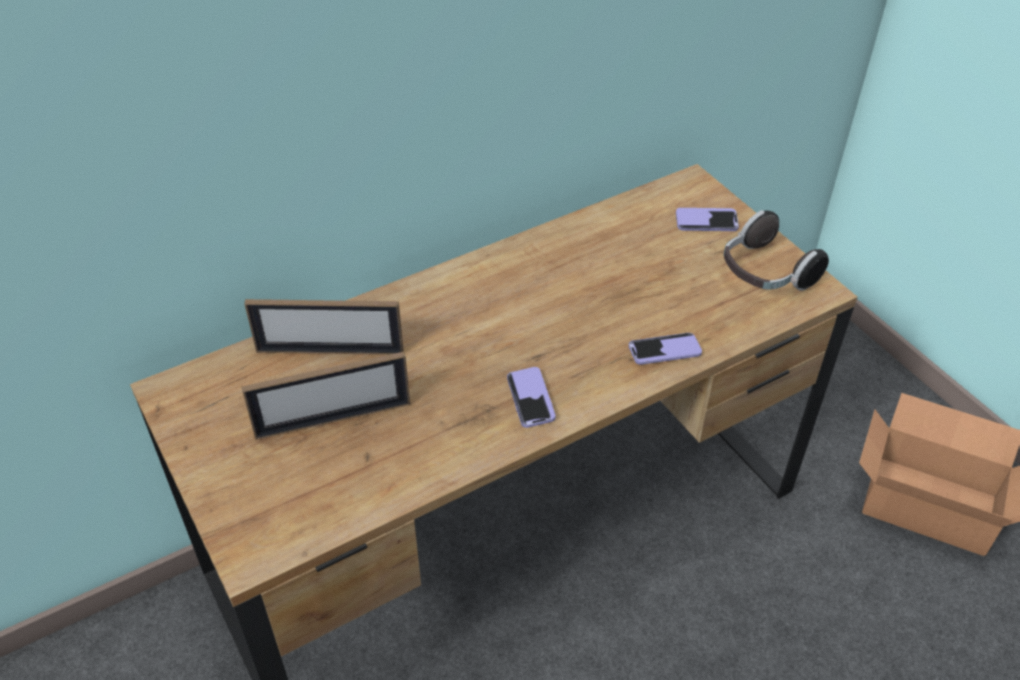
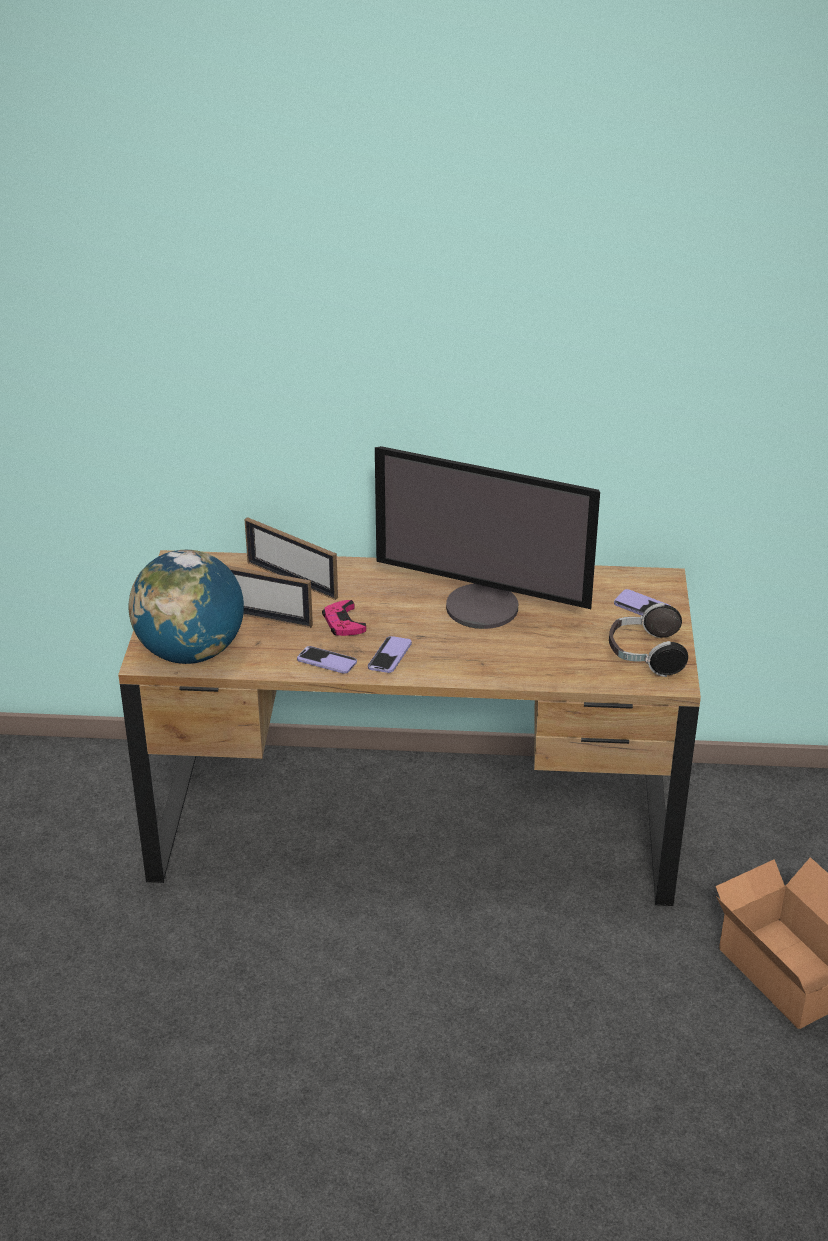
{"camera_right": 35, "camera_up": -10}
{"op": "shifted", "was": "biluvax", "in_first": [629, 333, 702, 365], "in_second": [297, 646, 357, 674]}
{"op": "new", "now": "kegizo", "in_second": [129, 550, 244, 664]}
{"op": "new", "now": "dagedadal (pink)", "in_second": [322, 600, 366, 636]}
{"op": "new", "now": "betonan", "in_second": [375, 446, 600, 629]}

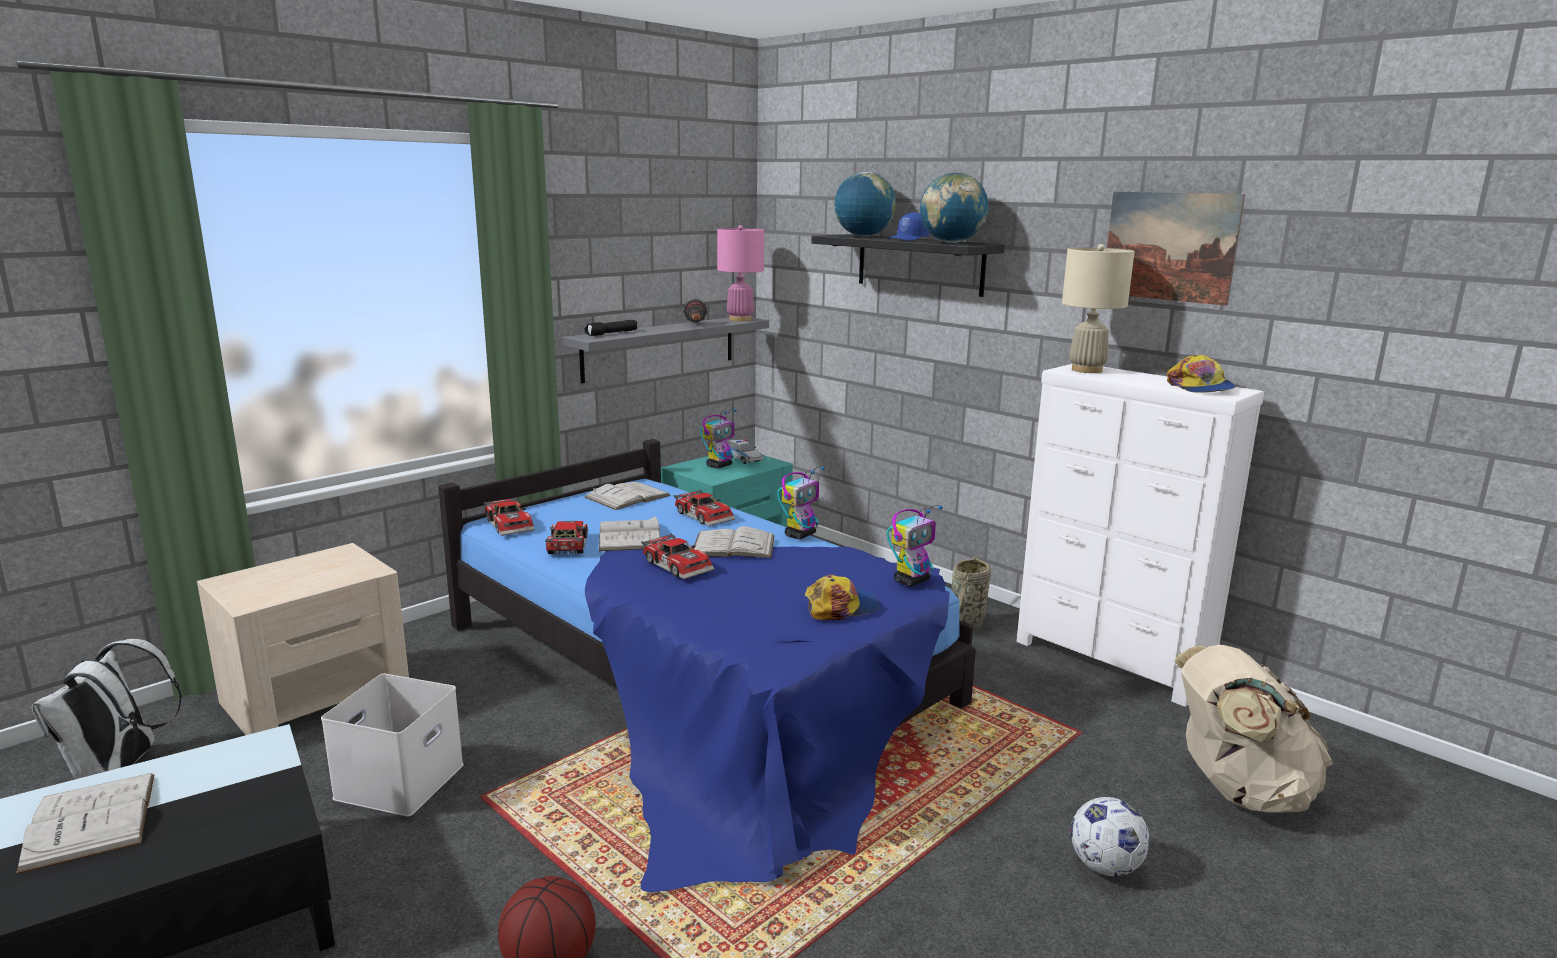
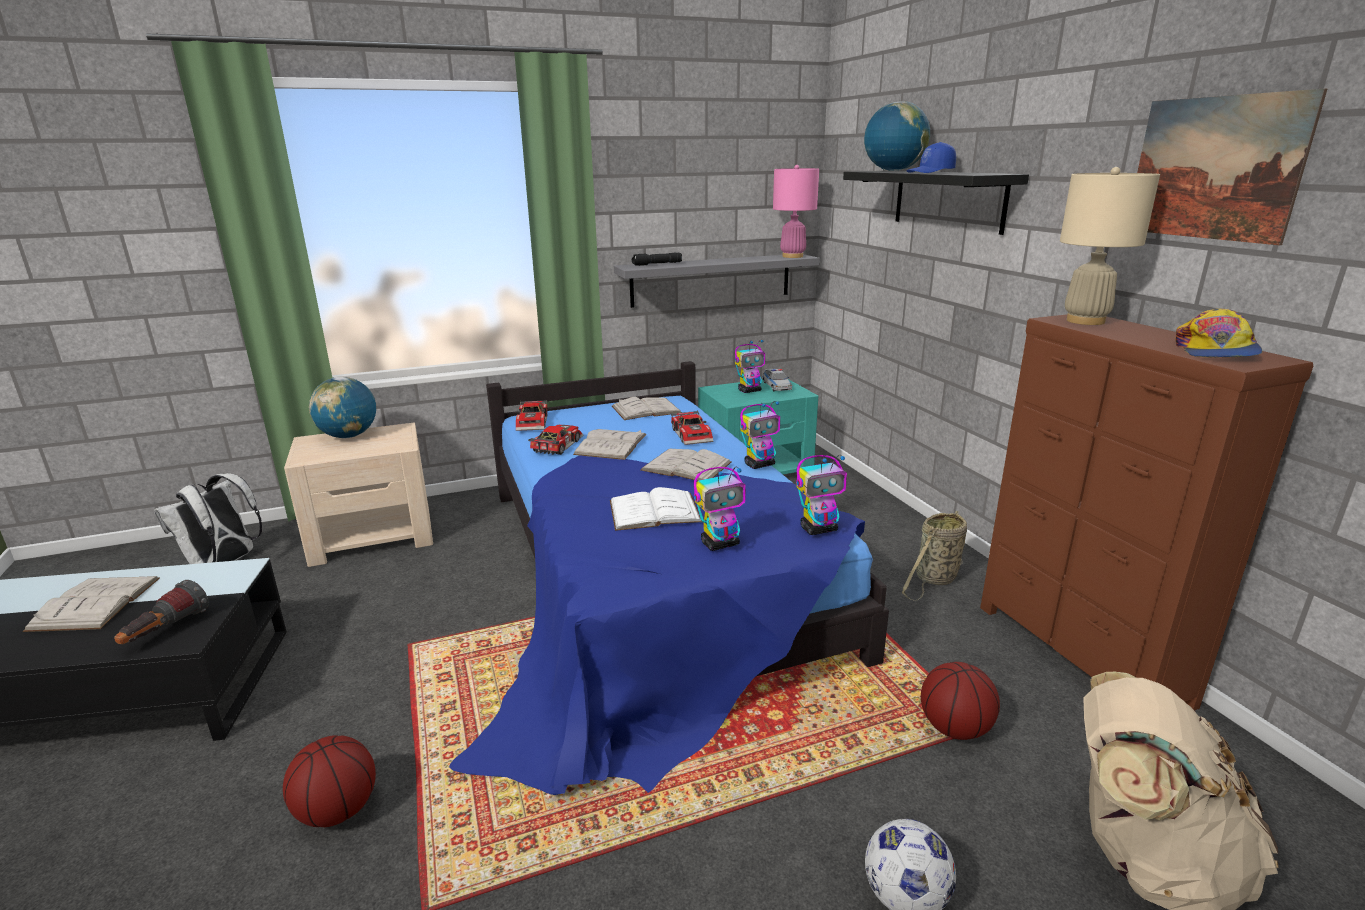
{"camera_right": 25, "camera_up": 5}
{"op": "gone", "was": "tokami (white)", "in_first": [321, 674, 464, 817]}
{"op": "gone", "was": "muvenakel", "in_first": [641, 533, 714, 579]}
{"op": "shifted", "was": "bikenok", "in_first": [683, 299, 708, 323], "in_second": [114, 580, 209, 644]}
{"op": "swapped", "was": "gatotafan", "now": "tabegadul", "in_first": [805, 574, 879, 620], "in_second": [694, 466, 746, 551]}
{"op": "shifted", "was": "kegizo", "in_first": [920, 172, 988, 243], "in_second": [309, 377, 376, 438]}
{"op": "repainted", "was": "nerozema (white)", "now": "nerozema (brown)", "in_first": [1016, 364, 1264, 707], "in_second": [980, 314, 1313, 711]}
{"op": "new", "now": "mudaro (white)", "in_second": [610, 487, 702, 531]}
{"op": "new", "now": "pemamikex", "in_second": [921, 662, 1000, 740]}

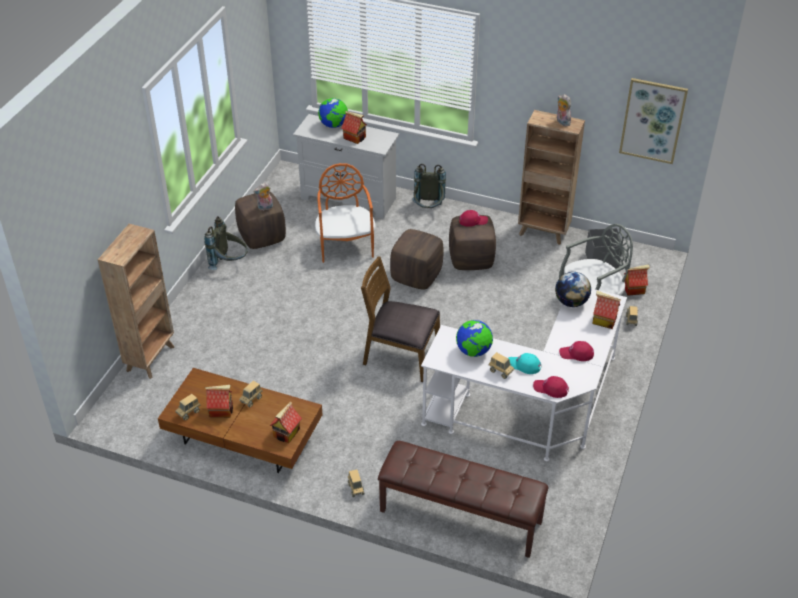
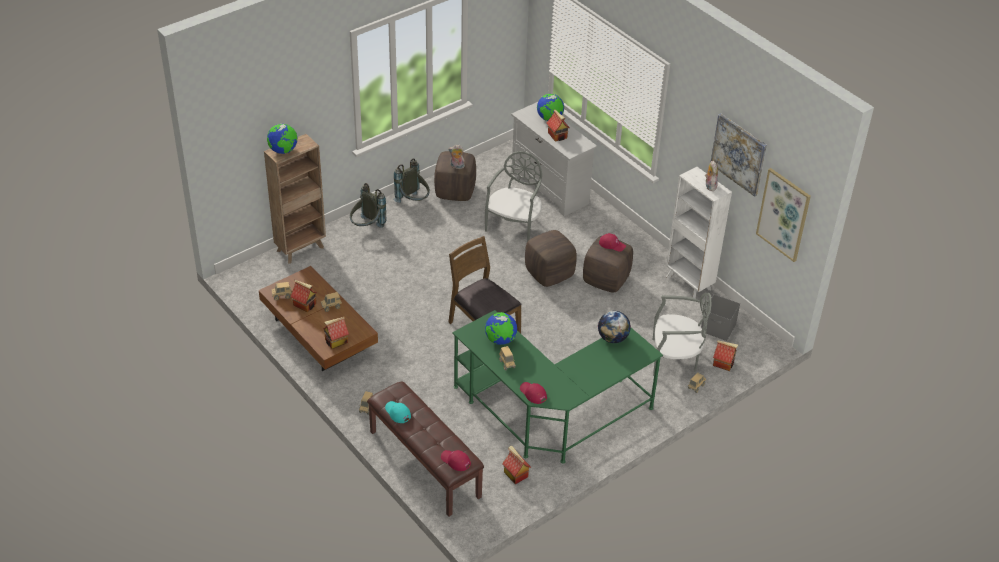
{"camera_right": 30, "camera_up": 0}
{"op": "repainted", "was": "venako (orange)", "now": "venako (grey)", "in_first": [315, 163, 376, 263], "in_second": [485, 151, 542, 242]}
{"op": "shifted", "was": "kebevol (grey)", "in_first": [412, 164, 446, 208], "in_second": [350, 183, 386, 228]}
{"op": "repainted", "was": "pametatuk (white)", "now": "pametatuk (green)", "in_first": [421, 289, 627, 461], "in_second": [452, 310, 663, 464]}
{"op": "shifted", "was": "gatotafan (turquoise)", "in_first": [508, 353, 542, 374], "in_second": [385, 401, 411, 423]}
{"op": "repainted", "was": "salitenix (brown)", "now": "salitenix (white)", "in_first": [518, 110, 585, 245], "in_second": [666, 167, 732, 299]}
{"op": "shifted", "was": "gatotafan (red)", "in_first": [559, 341, 594, 361], "in_second": [441, 450, 471, 471]}
{"op": "shifted", "was": "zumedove", "in_first": [593, 291, 621, 329], "in_second": [502, 446, 531, 484]}
{"op": "new", "now": "kegizo", "in_second": [267, 124, 298, 154]}
{"op": "new", "now": "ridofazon", "in_second": [711, 114, 767, 197]}

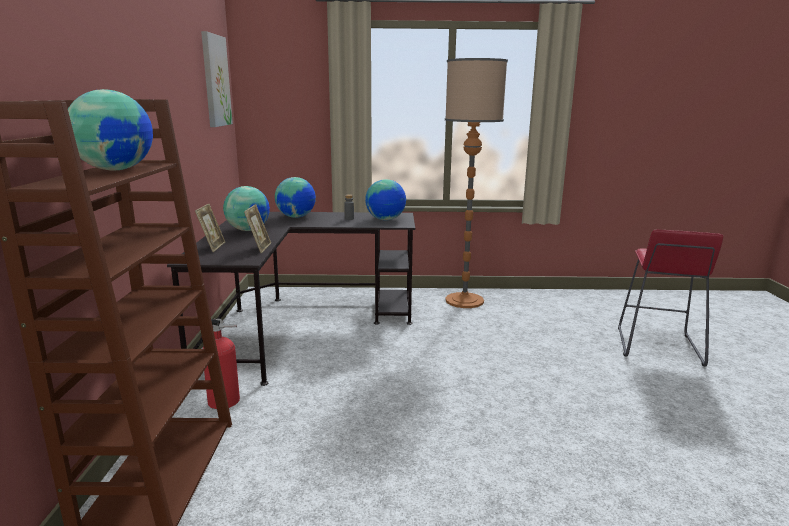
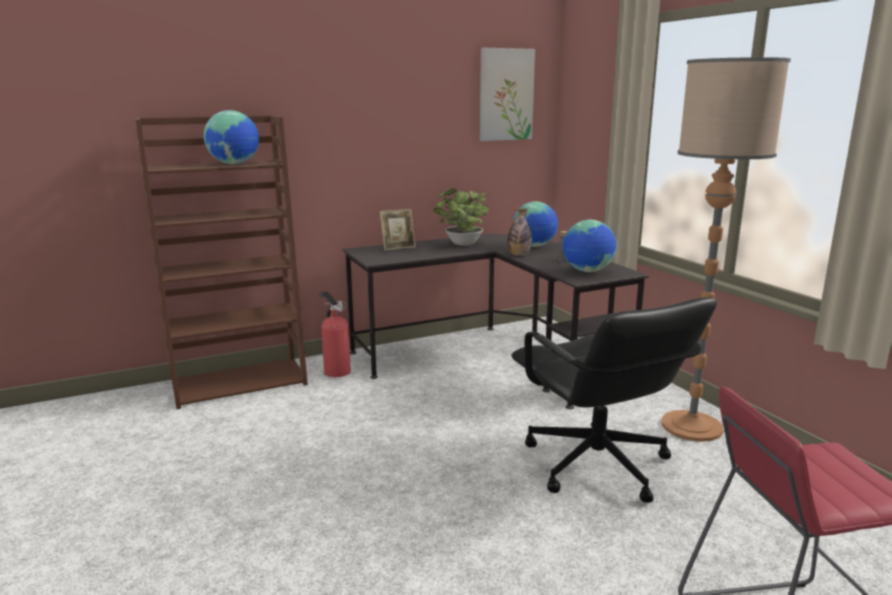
{"camera_right": 65, "camera_up": 0}
{"op": "swapped", "was": "kegizo", "now": "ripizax", "in_first": [223, 186, 270, 231], "in_second": [434, 188, 489, 246]}
{"op": "gone", "was": "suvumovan", "in_first": [244, 204, 271, 253]}
{"op": "new", "now": "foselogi", "in_second": [507, 208, 532, 256]}
{"op": "new", "now": "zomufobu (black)", "in_second": [512, 297, 717, 503]}

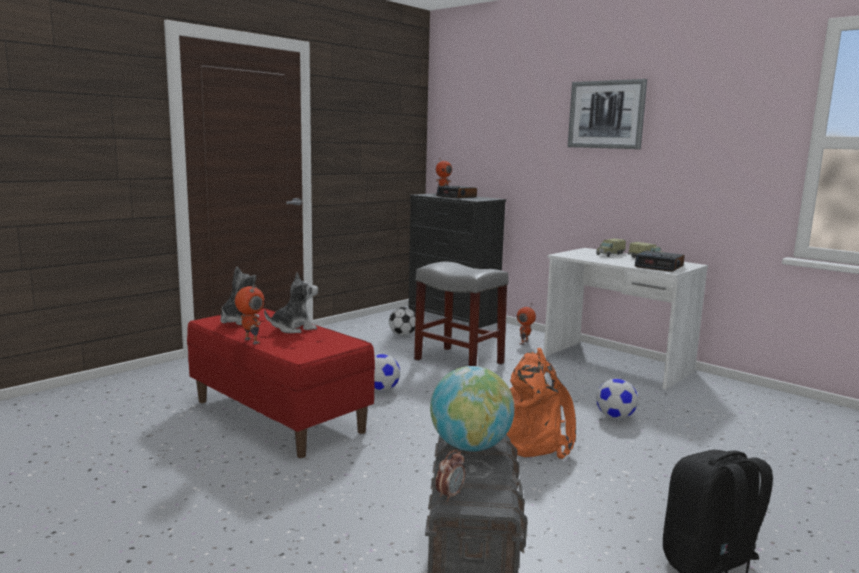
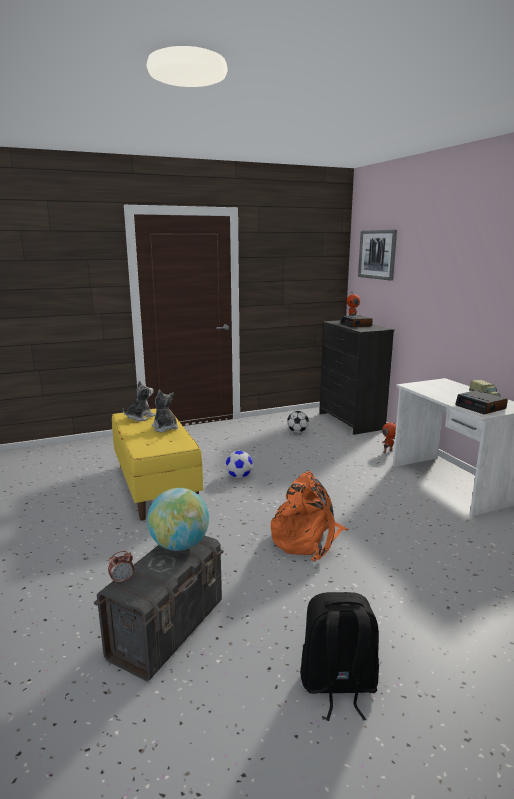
{"camera_right": 25, "camera_up": 5}
{"op": "repainted", "was": "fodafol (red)", "now": "fodafol (yellow)", "in_first": [187, 308, 375, 458], "in_second": [112, 408, 203, 521]}
{"op": "gone", "was": "tabegadul", "in_first": [235, 285, 265, 344]}
{"op": "rotated", "was": "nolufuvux", "in_first": [264, 273, 318, 333], "in_second": [152, 390, 178, 432], "clockwise": -120}
{"op": "gone", "was": "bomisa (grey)", "in_first": [414, 262, 509, 366]}
{"op": "shifted", "was": "ridofazon", "in_first": [568, 79, 647, 149], "in_second": [358, 230, 397, 281]}
{"op": "gone", "was": "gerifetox", "in_first": [596, 238, 626, 257]}
{"op": "gone", "was": "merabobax", "in_first": [596, 379, 638, 419]}

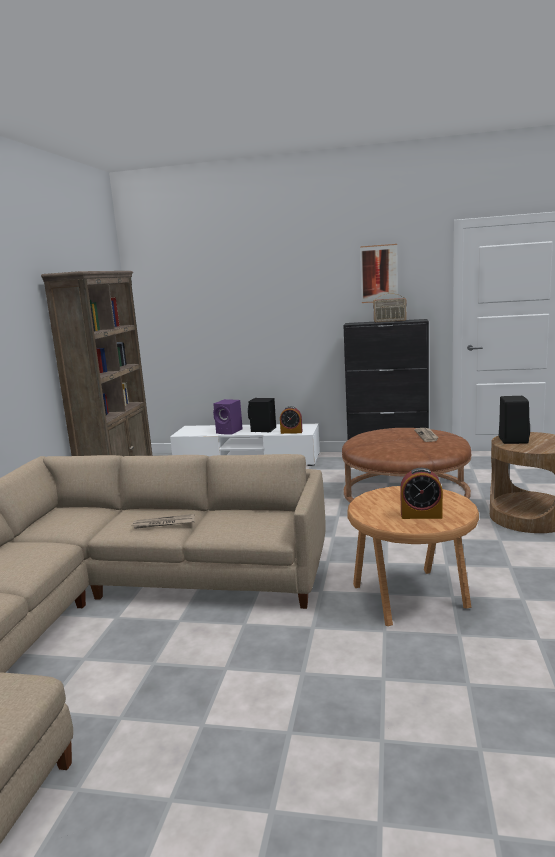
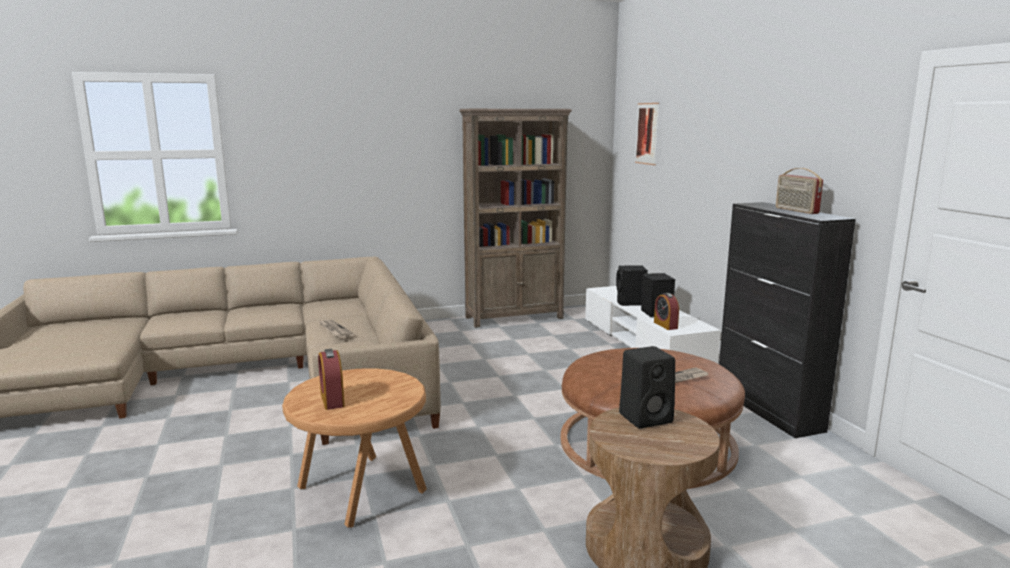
{"camera_right": 60, "camera_up": 0}
{"op": "repainted", "was": "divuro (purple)", "now": "divuro (black)", "in_first": [213, 399, 243, 435], "in_second": [616, 265, 648, 306]}
{"op": "shifted", "was": "ridofazon", "in_first": [360, 244, 398, 303], "in_second": [635, 103, 659, 165]}

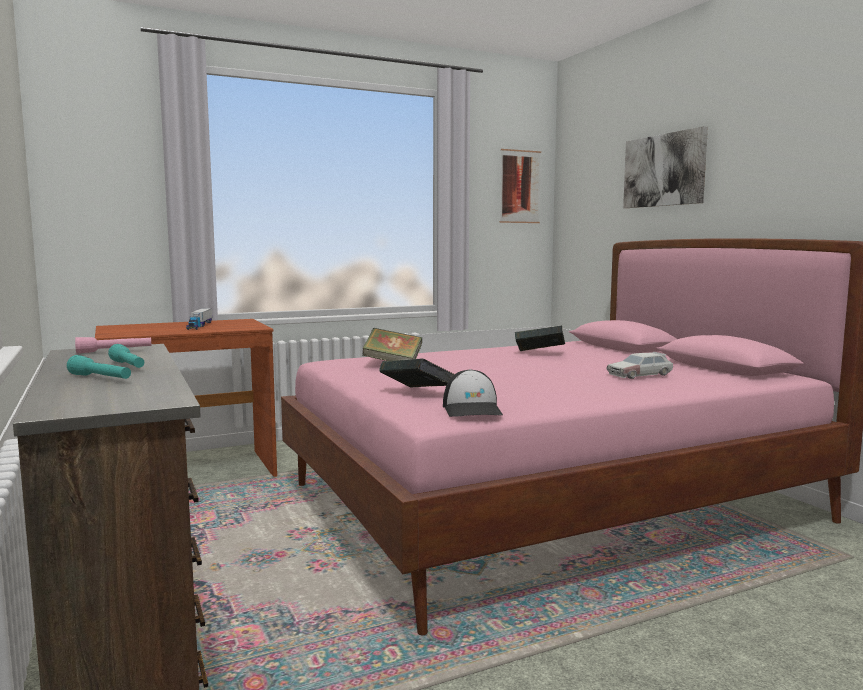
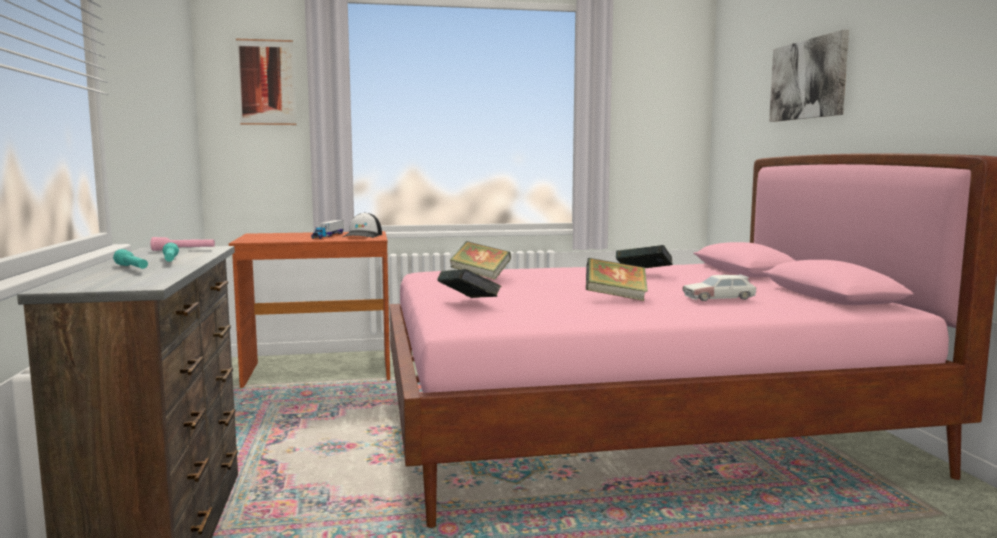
{"camera_right": 15, "camera_up": 0}
{"op": "shifted", "was": "gatotafan", "in_first": [443, 369, 503, 417], "in_second": [343, 212, 382, 238]}
{"op": "shifted", "was": "ridofazon", "in_first": [500, 149, 541, 223], "in_second": [236, 39, 296, 125]}
{"op": "new", "now": "mudaro", "in_second": [586, 258, 648, 301]}

